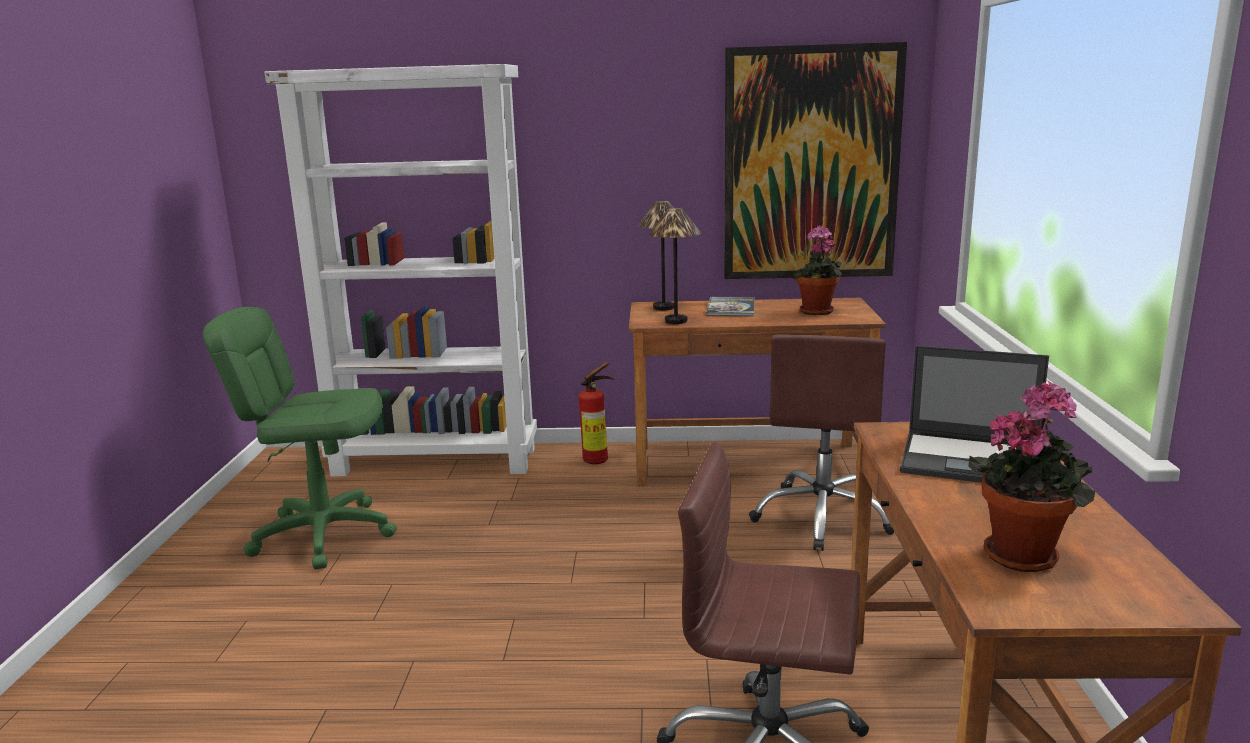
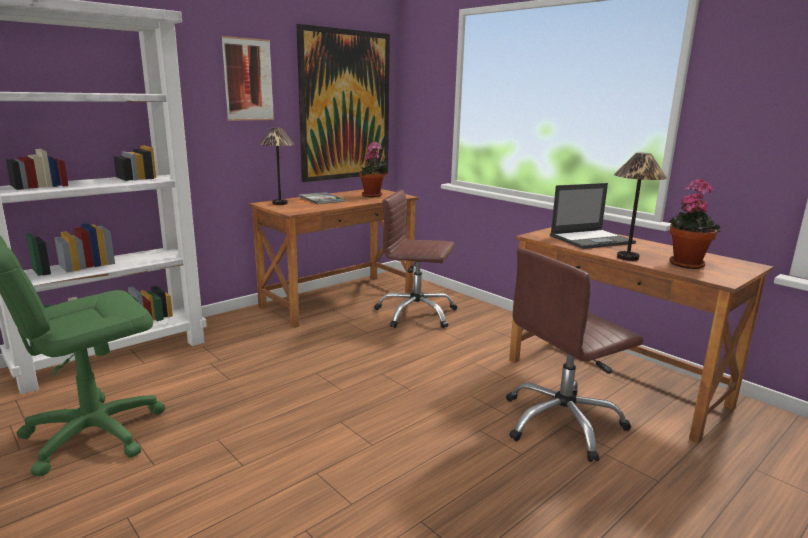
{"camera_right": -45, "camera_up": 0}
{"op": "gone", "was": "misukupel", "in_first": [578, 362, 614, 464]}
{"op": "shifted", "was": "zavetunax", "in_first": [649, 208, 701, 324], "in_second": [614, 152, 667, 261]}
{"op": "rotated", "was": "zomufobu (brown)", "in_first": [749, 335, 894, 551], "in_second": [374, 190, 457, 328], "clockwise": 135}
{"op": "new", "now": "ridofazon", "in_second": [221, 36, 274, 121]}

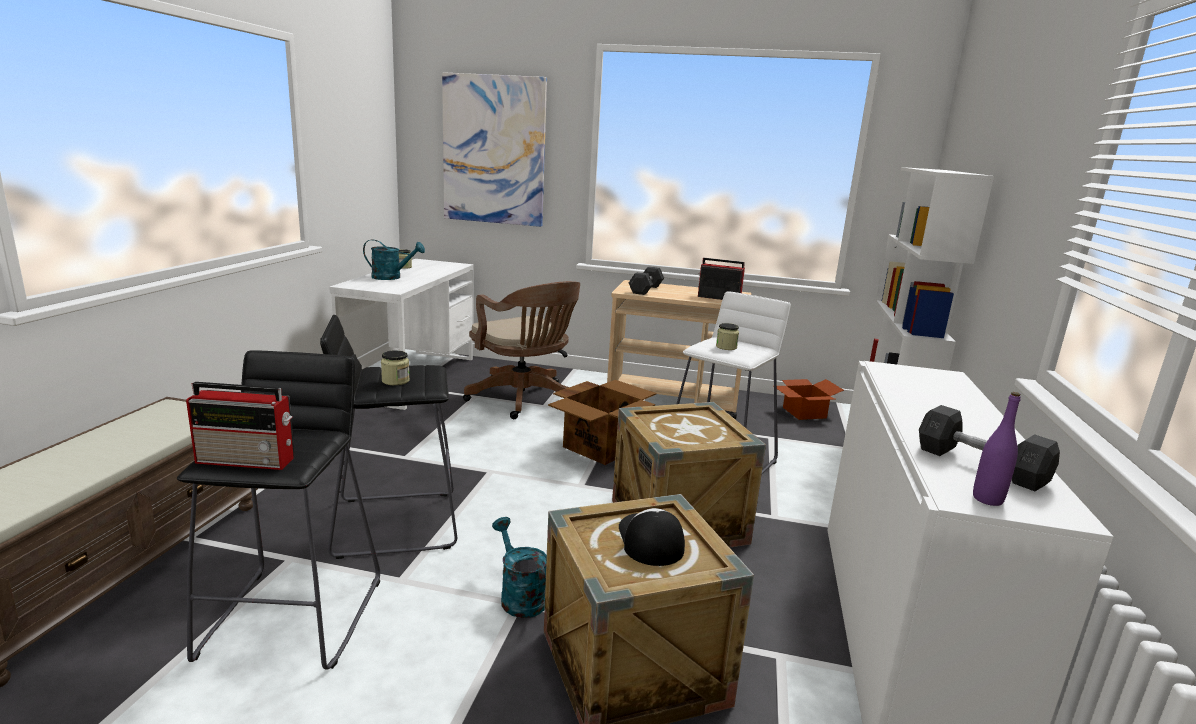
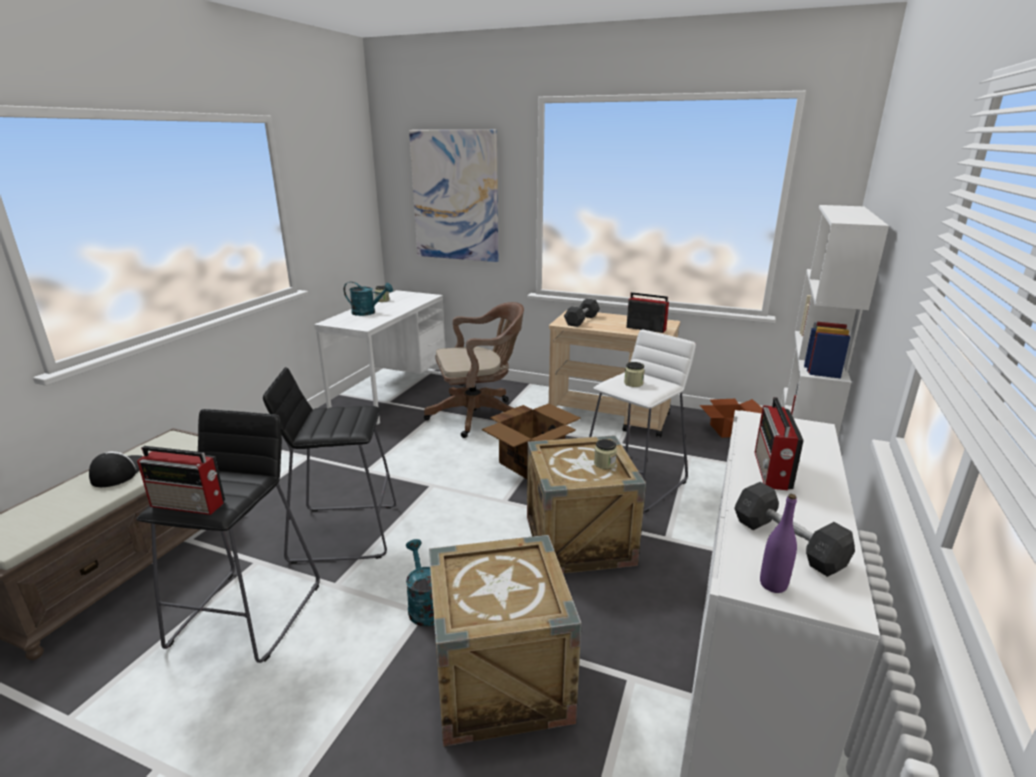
{"camera_right": 10, "camera_up": 5}
{"op": "shifted", "was": "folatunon", "in_first": [381, 350, 410, 385], "in_second": [594, 439, 617, 469]}
{"op": "rotated", "was": "zomufobu (brown)", "in_first": [463, 281, 580, 419], "in_second": [424, 302, 524, 438], "clockwise": -75}
{"op": "shifted", "was": "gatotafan", "in_first": [619, 508, 685, 566], "in_second": [89, 451, 143, 487]}
{"op": "new", "now": "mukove", "in_second": [755, 397, 804, 491]}

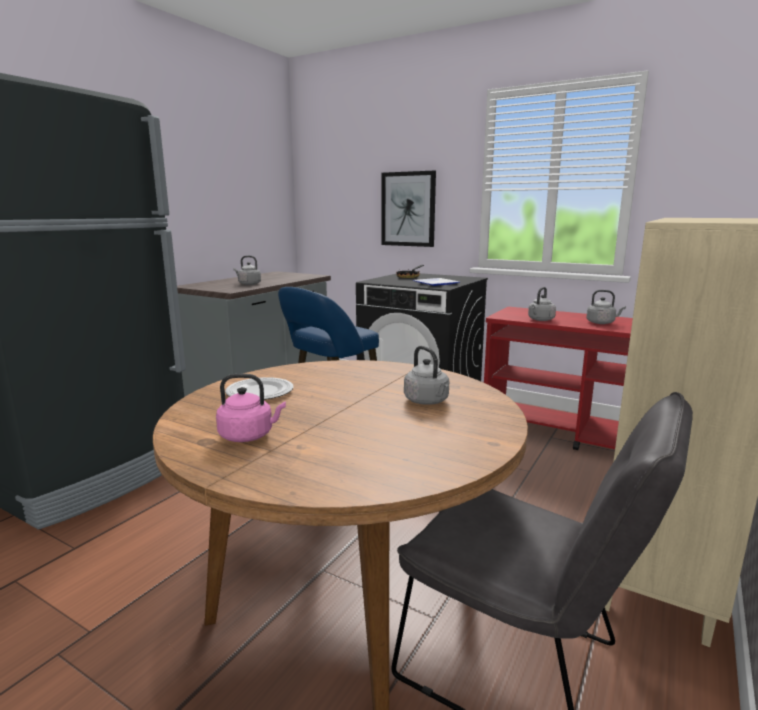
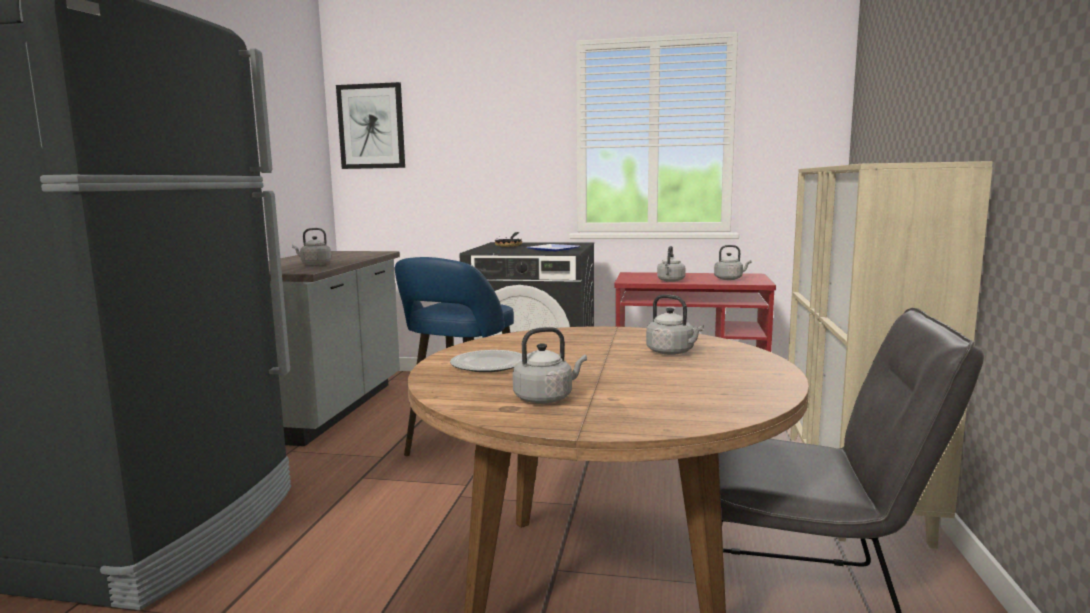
{"camera_right": -20, "camera_up": -5}
{"op": "repainted", "was": "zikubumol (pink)", "now": "zikubumol (grey)", "in_first": [216, 374, 286, 442], "in_second": [513, 327, 587, 403]}
{"op": "shifted", "was": "ridofazon", "in_first": [381, 171, 436, 247], "in_second": [336, 82, 405, 169]}

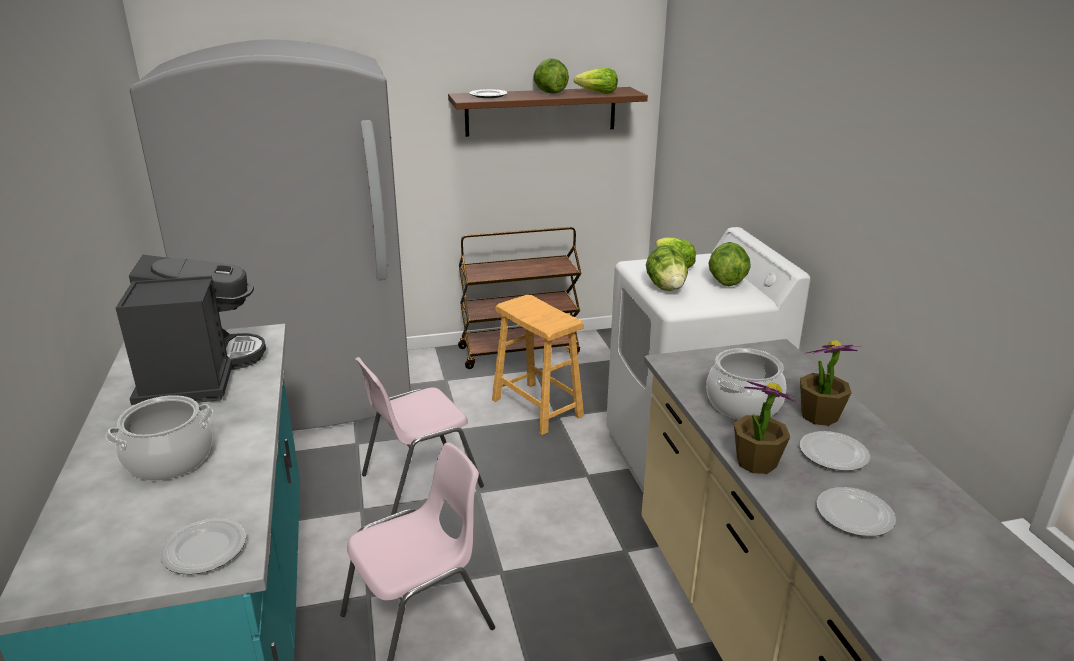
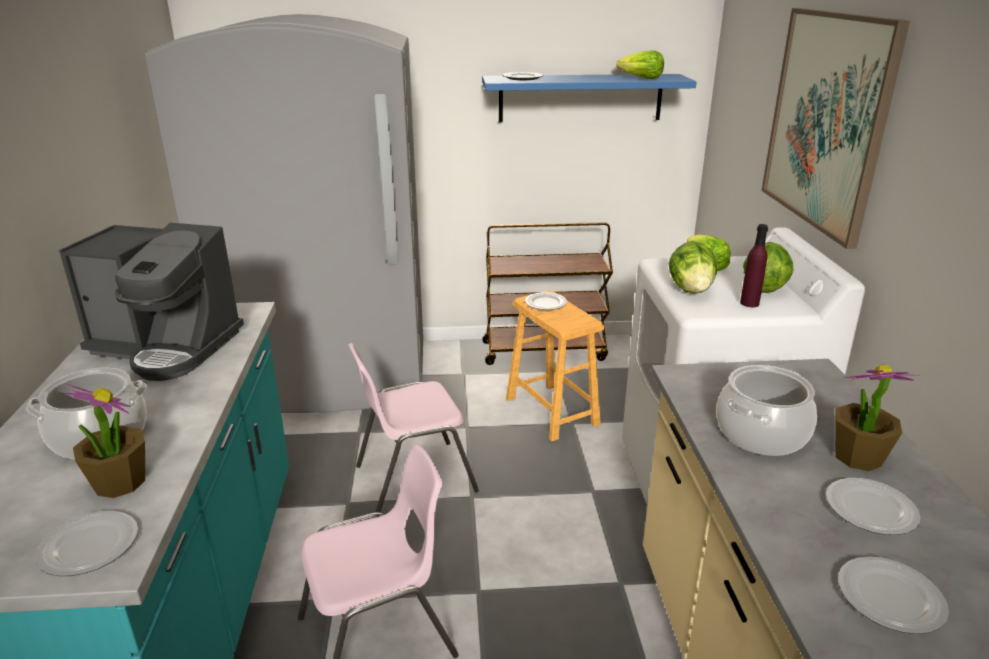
{"camera_right": 10, "camera_up": 0}
{"op": "rotated", "was": "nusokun", "in_first": [116, 255, 266, 405], "in_second": [59, 223, 244, 381], "clockwise": 105}
{"op": "repainted", "was": "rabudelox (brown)", "now": "rabudelox (blue)", "in_first": [448, 87, 648, 137], "in_second": [482, 74, 697, 122]}
{"op": "gone", "was": "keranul", "in_first": [533, 58, 569, 94]}
{"op": "shifted", "was": "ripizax", "in_first": [734, 381, 797, 474], "in_second": [62, 384, 145, 498]}
{"op": "new", "now": "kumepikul", "in_second": [525, 292, 567, 310]}
{"op": "new", "now": "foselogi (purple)", "in_second": [740, 224, 768, 307]}
{"op": "new", "now": "ridofazon", "in_second": [761, 8, 910, 249]}

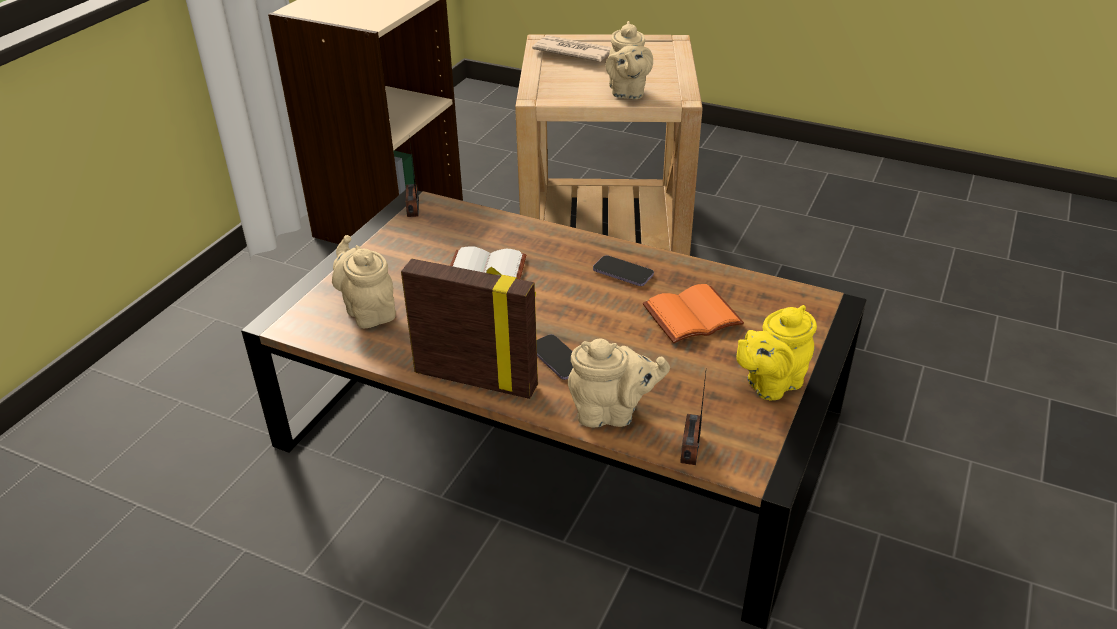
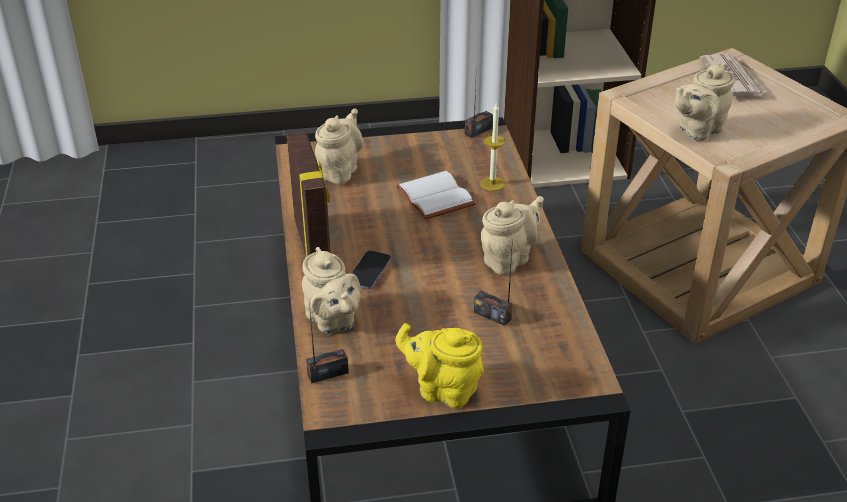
{"camera_right": 55, "camera_up": 0}
{"op": "swapped", "was": "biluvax", "now": "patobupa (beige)", "in_first": [593, 255, 654, 286], "in_second": [481, 196, 544, 275]}
{"op": "swapped", "was": "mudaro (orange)", "now": "mukove", "in_first": [643, 284, 744, 343], "in_second": [474, 239, 513, 326]}
{"op": "new", "now": "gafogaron", "in_second": [480, 102, 505, 191]}

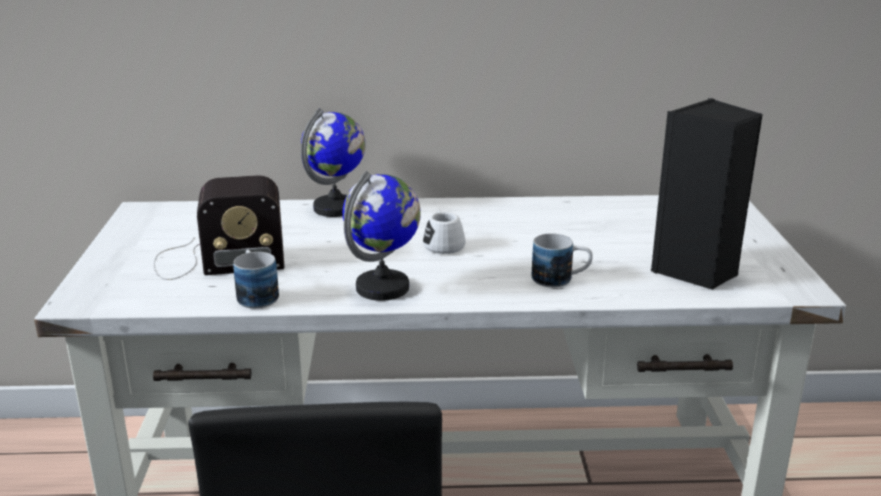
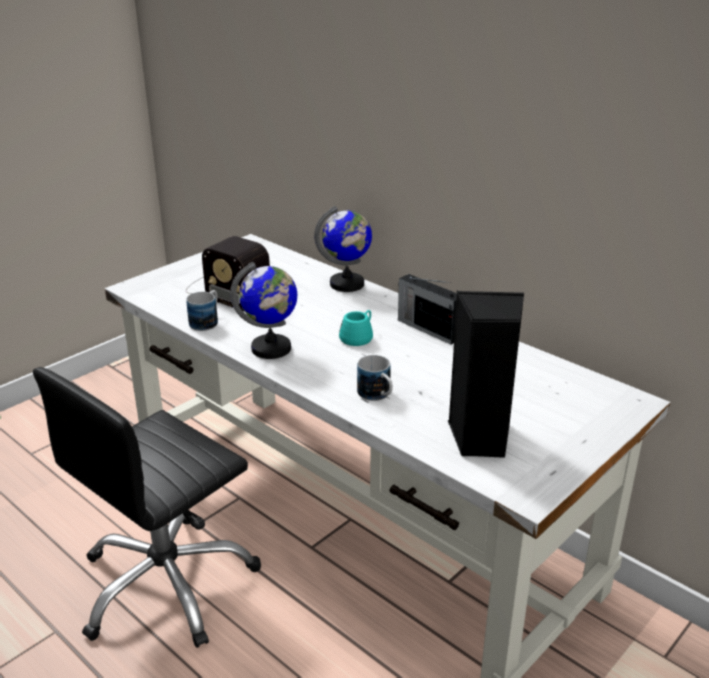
{"camera_right": 45, "camera_up": 5}
{"op": "repainted", "was": "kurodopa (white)", "now": "kurodopa (turquoise)", "in_first": [423, 210, 466, 254], "in_second": [339, 310, 373, 346]}
{"op": "new", "now": "mukove", "in_second": [398, 274, 457, 345]}

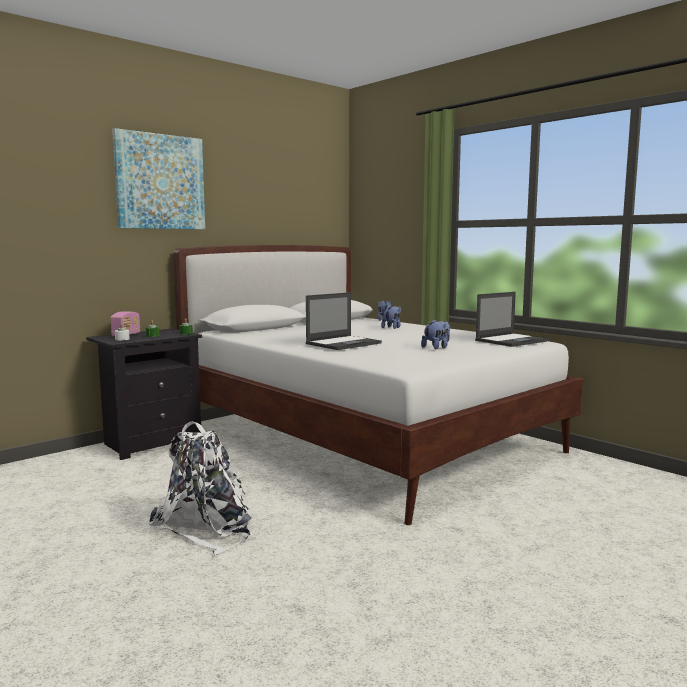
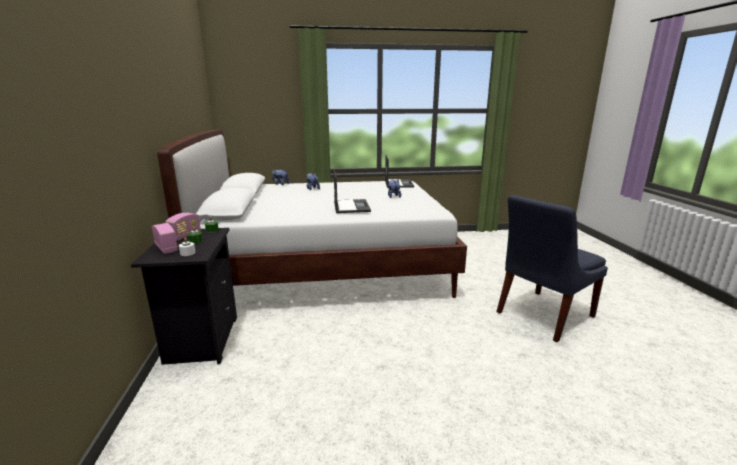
{"camera_right": -55, "camera_up": 10}
{"op": "gone", "was": "ridofazon", "in_first": [112, 128, 205, 229]}
{"op": "gone", "was": "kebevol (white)", "in_first": [149, 421, 251, 555]}
{"op": "new", "now": "mukove", "in_second": [165, 213, 201, 241]}
{"op": "new", "now": "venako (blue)", "in_second": [496, 195, 608, 342]}

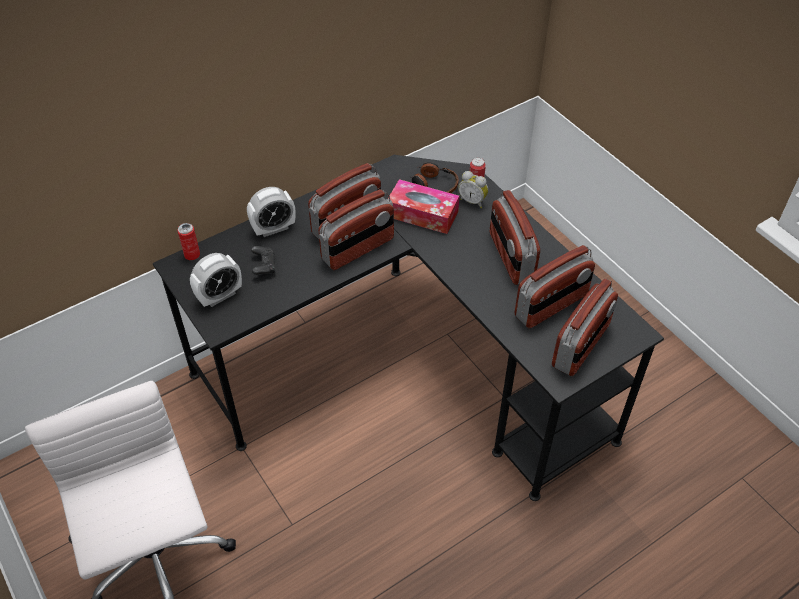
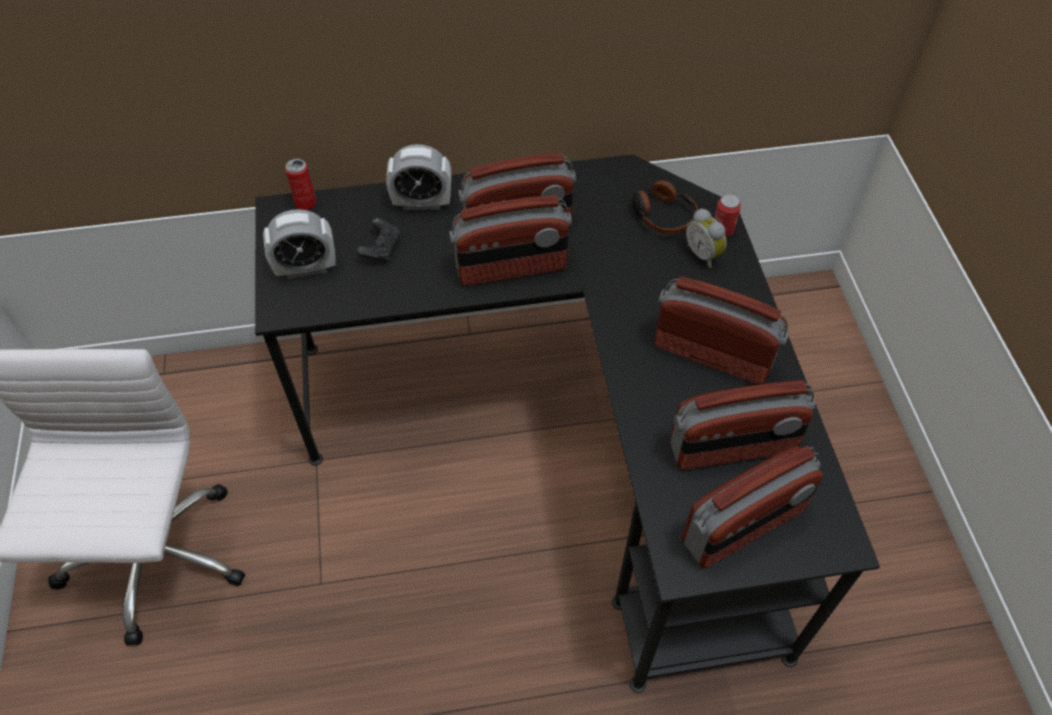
{"camera_right": 25, "camera_up": 5}
{"op": "gone", "was": "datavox", "in_first": [388, 179, 459, 234]}
{"op": "rotated", "was": "mukove", "in_first": [490, 190, 540, 285], "in_second": [654, 277, 789, 384], "clockwise": 105}

